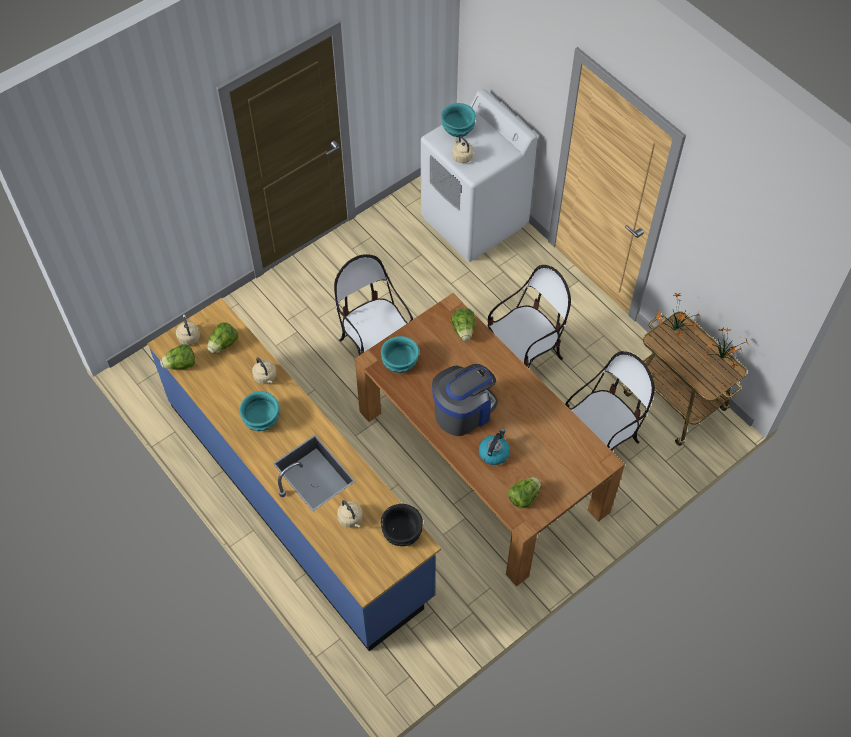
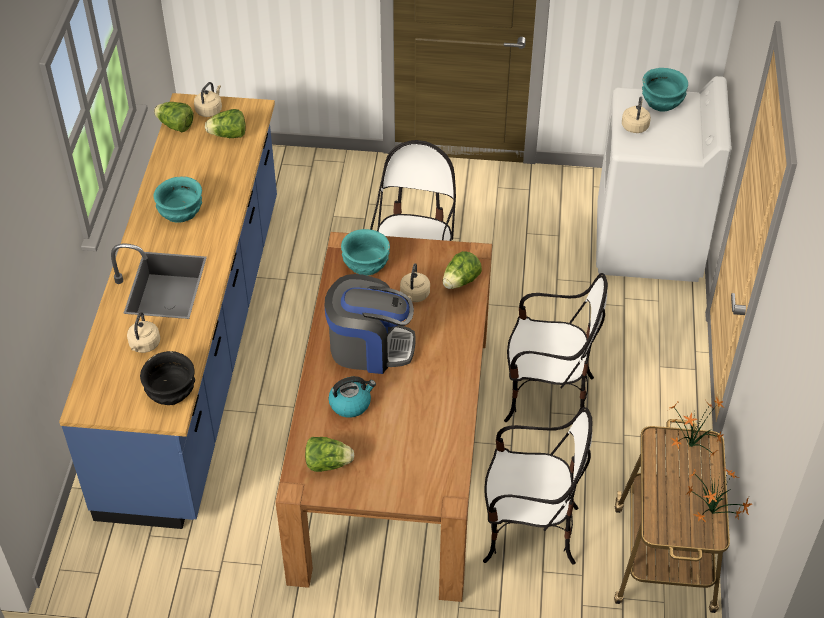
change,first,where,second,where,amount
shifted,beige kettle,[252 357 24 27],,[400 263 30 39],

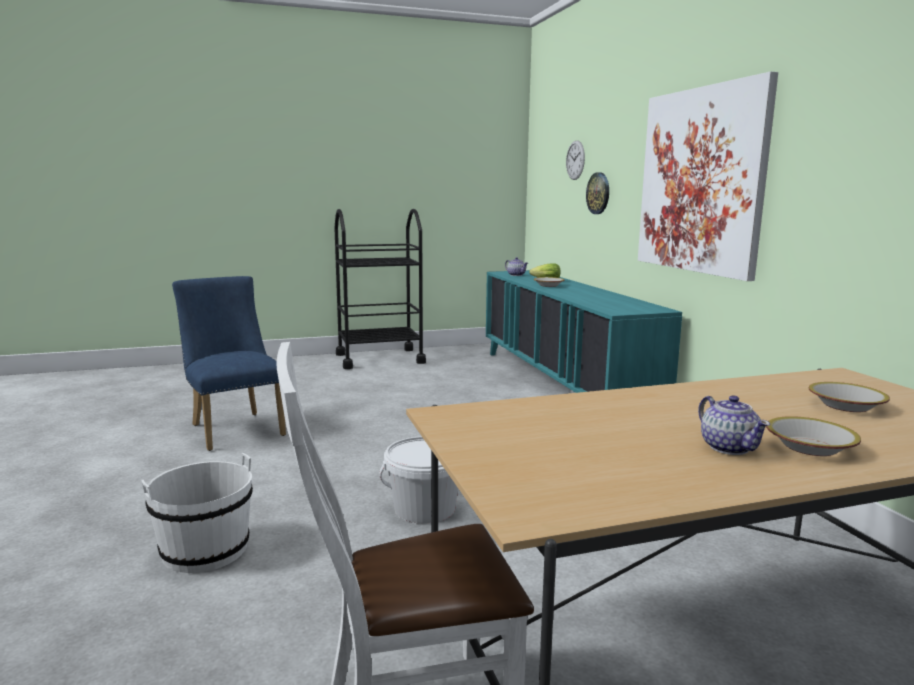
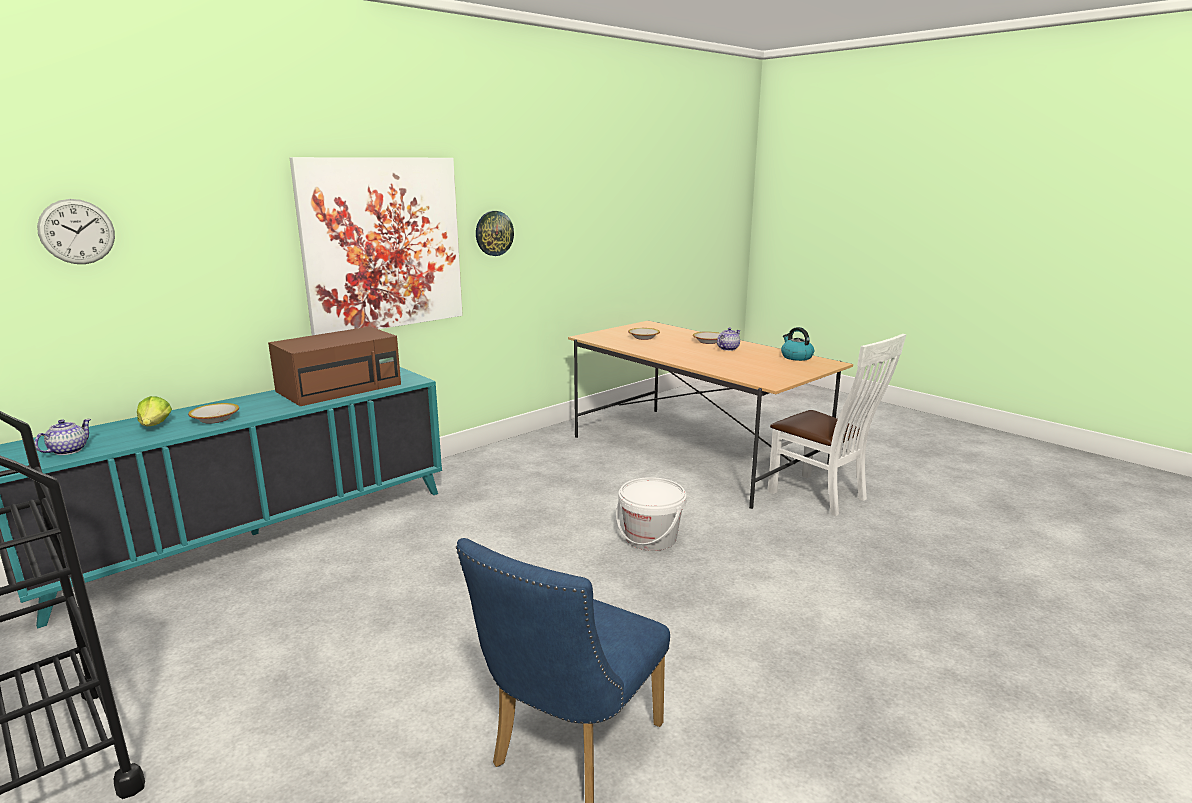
change,first,where,second,where,amount
gone,white bucket,[141 453 112 120],,,
new,,,brown microwave,[268 327 133 79],
new,,,kettle,[781 327 33 34],
shifted,wall clock,[586 172 23 42],,[476 211 38 45],

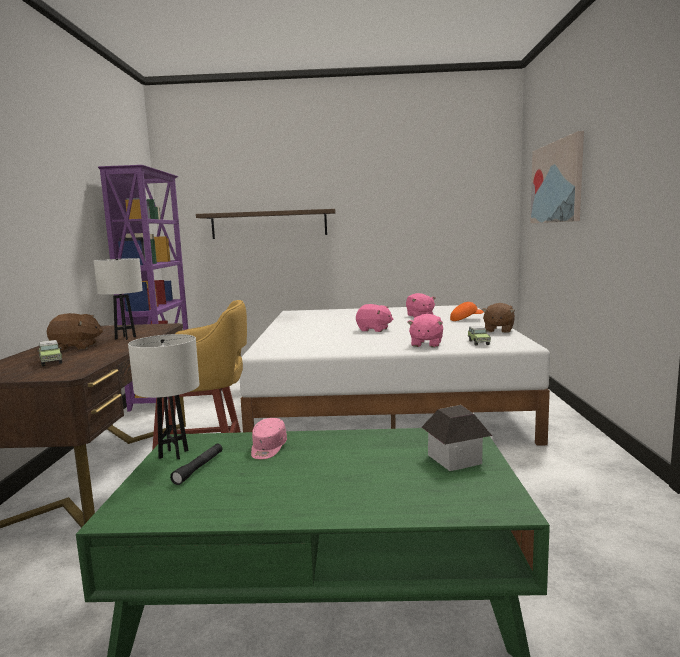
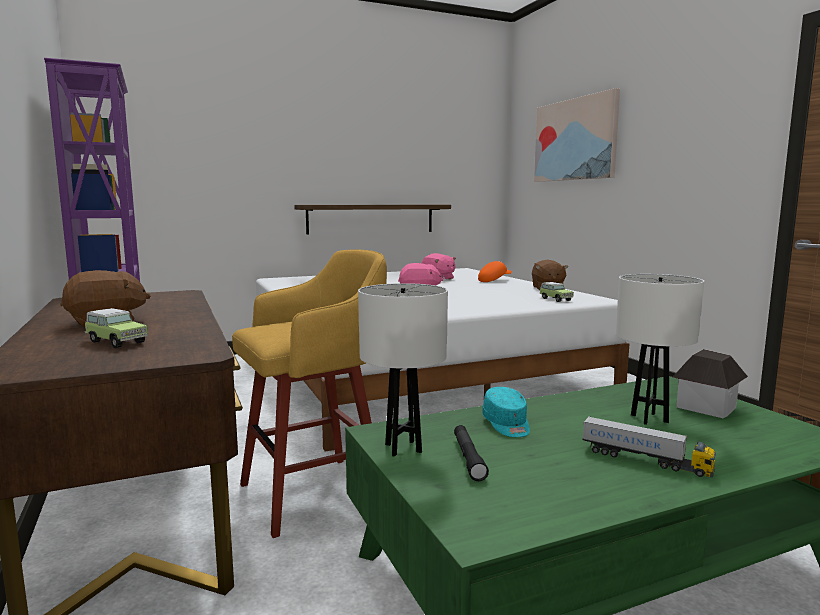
change,first,where,second,where,amount
gone,pink plush toy,[407 314 36 33],,,
new,,,toy truck,[582 416 134 61],
shifted,white table lamp,[94 258 49 82],,[616 274 88 151],
shifted,shelf,[196 209 140 30],,[295 205 156 30],
repainted,pink cap,[251 418 36 41],turquoise cap,[482 387 48 50],

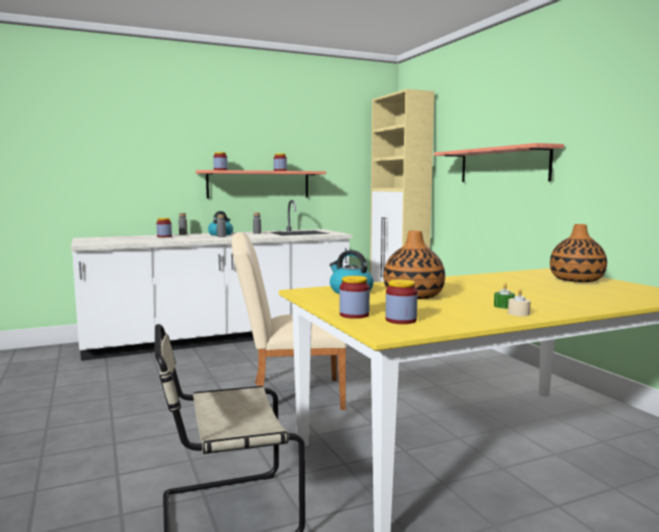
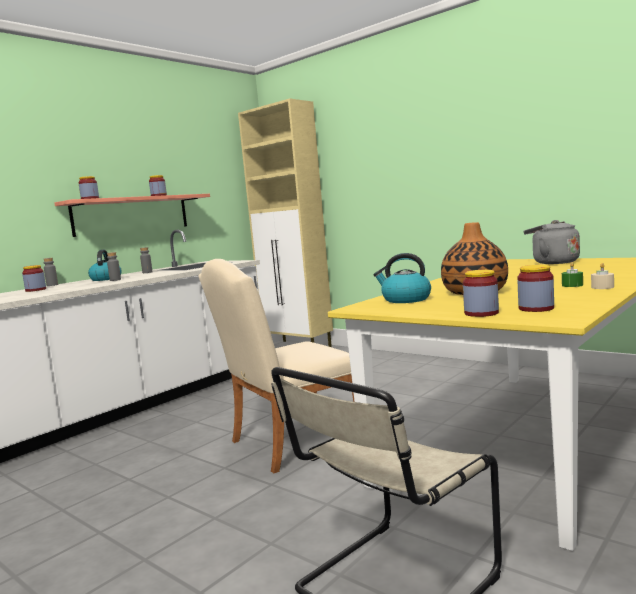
change,first,where,second,where,amount
gone,shelf,[434 143 130 39],,,
swapped,vase,[550 224 57 58],grey kettle,[524 220 56 44],

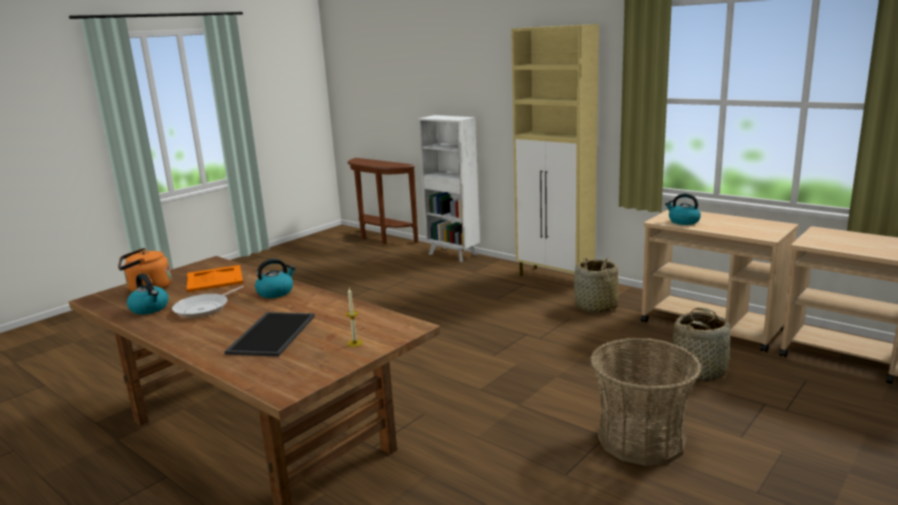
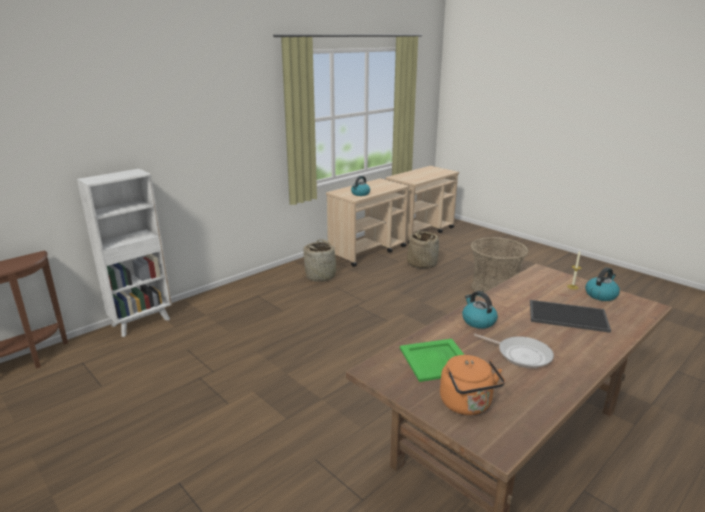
change,first,where,second,where,amount
gone,beige cabinet,[511 24 88 252],,,
shifted,kettle,[127 273 41 41],,[585 268 35 33],
repainted,orange tray,[187 265 56 27],green tray,[400 339 64 43],

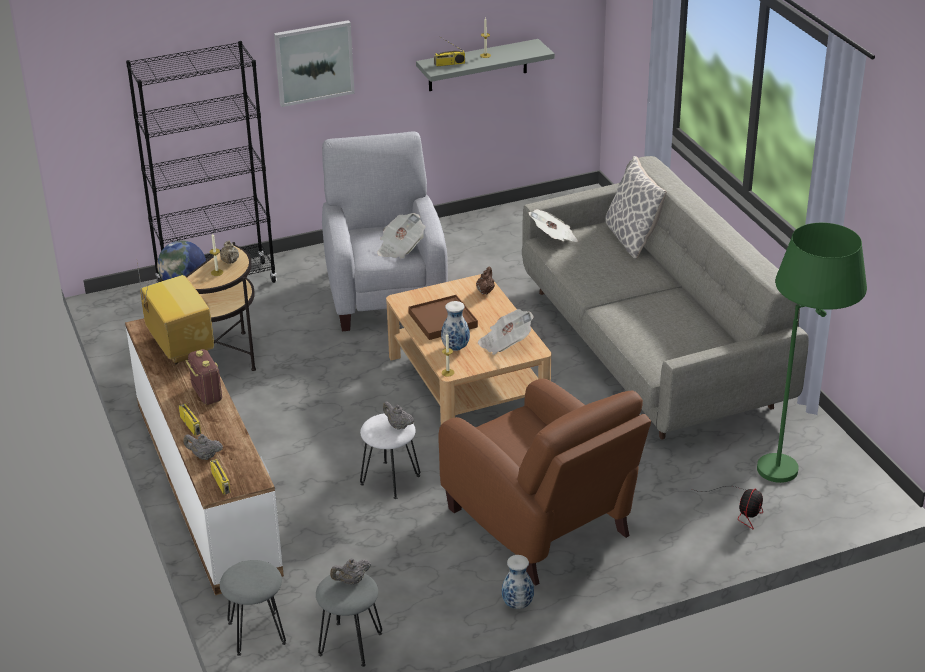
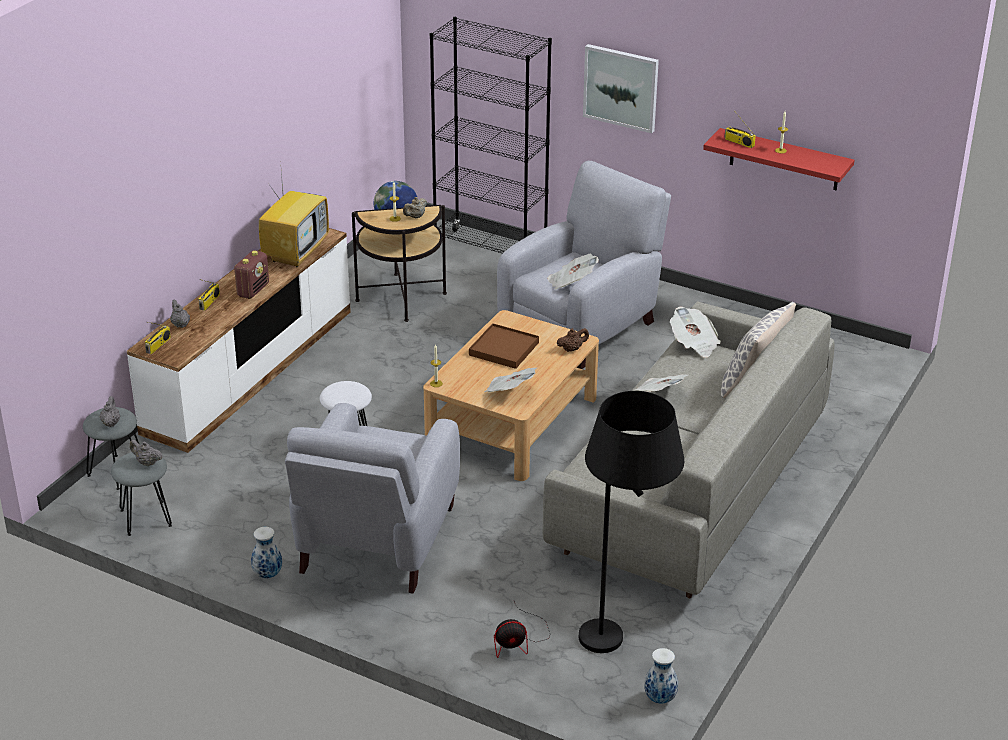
change,first,where,second,where,amount
new,,,newspaper,[633 374 55 17],
shifted,grey teapot,[383 402 31 28],,[100 396 20 31],
shifted,vase,[441 301 29 50],,[644 648 34 55],
repainted,grey shelf,[416 39 139 52],red shelf,[703 128 151 62],
repainted,brown armchair,[438 379 213 207],grey armchair,[285 403 175 191],
repainted,green floor lamp,[757 223 110 260],black floor lamp,[579 391 105 262],

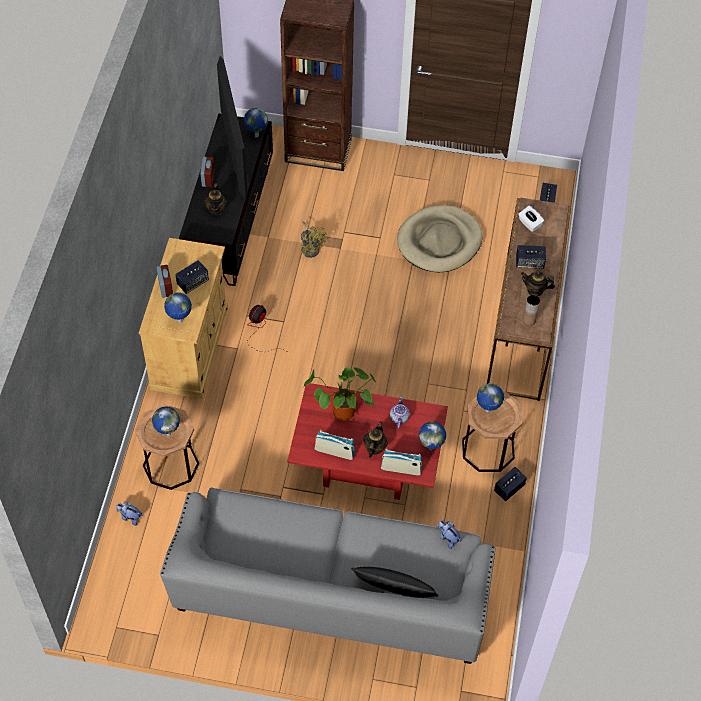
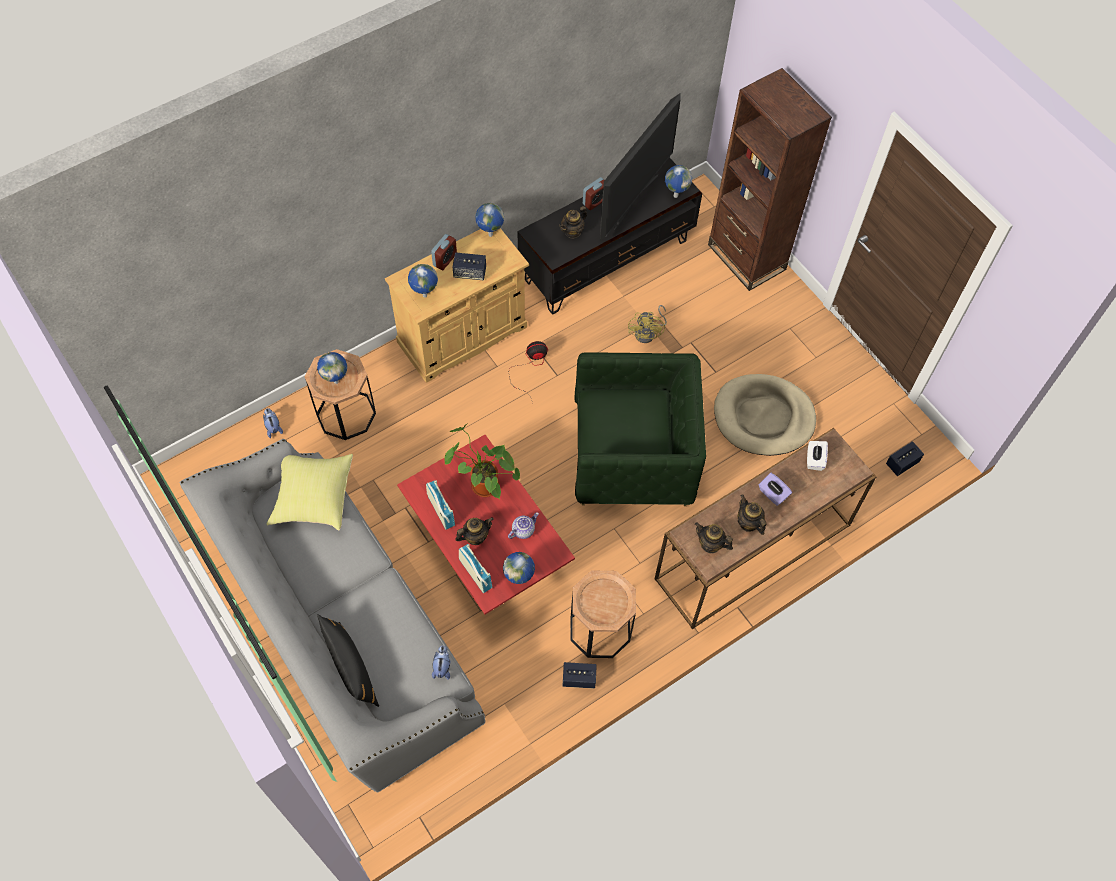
change,first,where,second,where,amount
new,,,yellow pillow,[267 454 86 76],
new,,,green armchair,[575 352 131 154],
shifted,globe,[477 383 27 29],,[475 203 29 34],
swapped,speaker,[516 245 30 24],purple tissue box,[759 473 33 33],
swapped,brown vase,[523 295 17 31],teapot,[695 522 38 32],

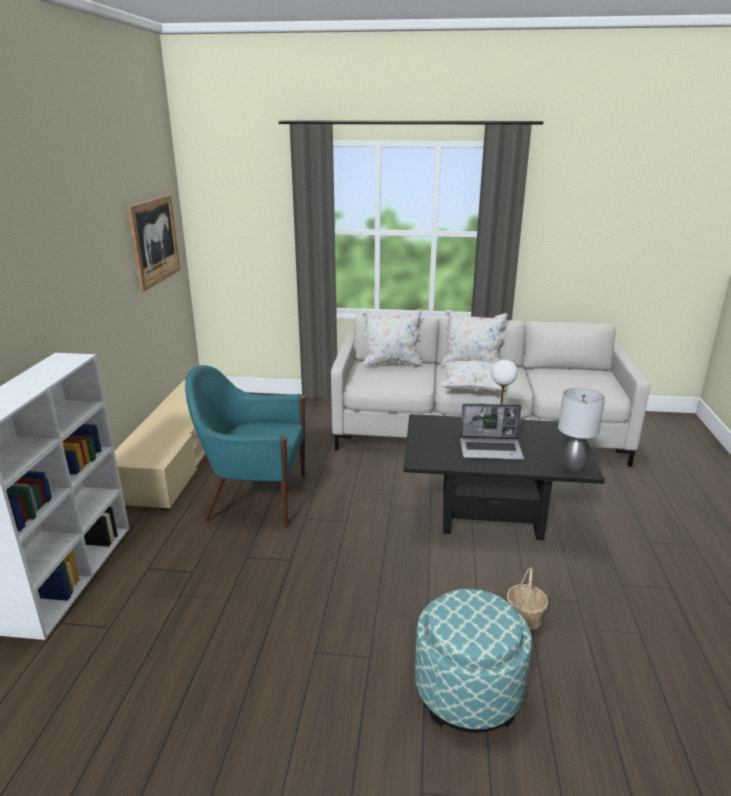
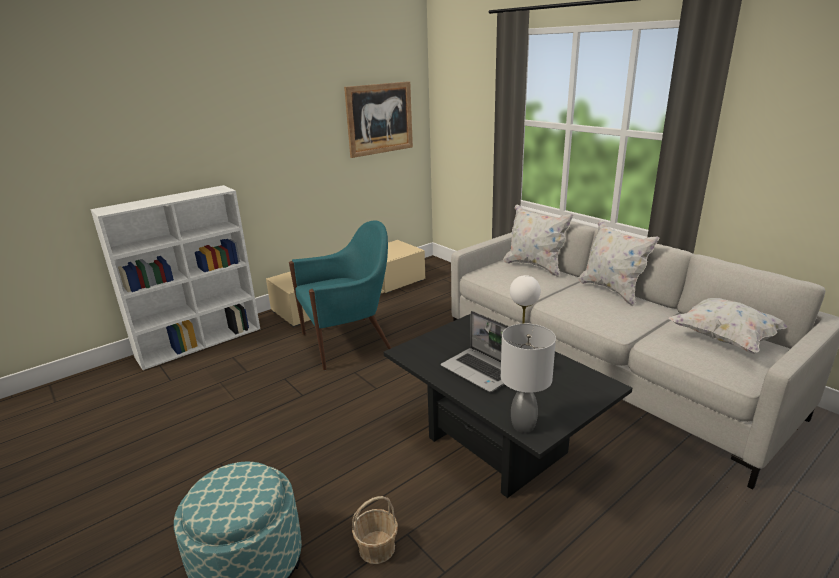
change,first,where,second,where,amount
shifted,white pillow,[440 360 69 32],,[668 298 119 56],
rotated,turquoise armchair,[185 365 120 162],,[289 220 102 150],105 degrees clockwise

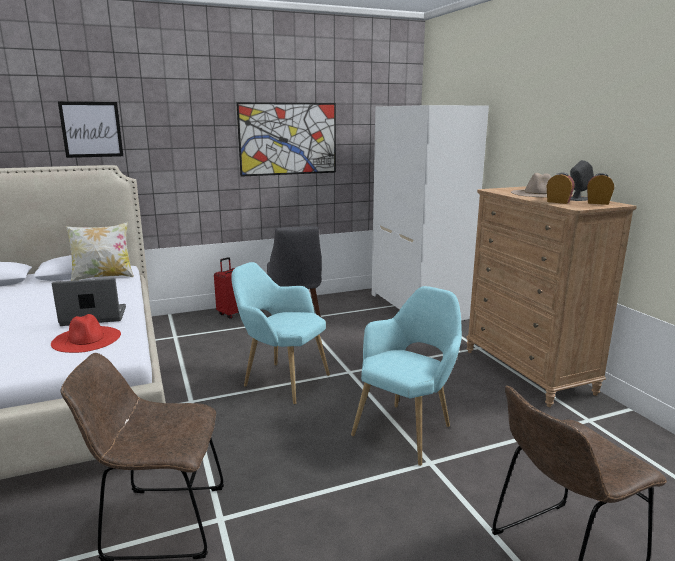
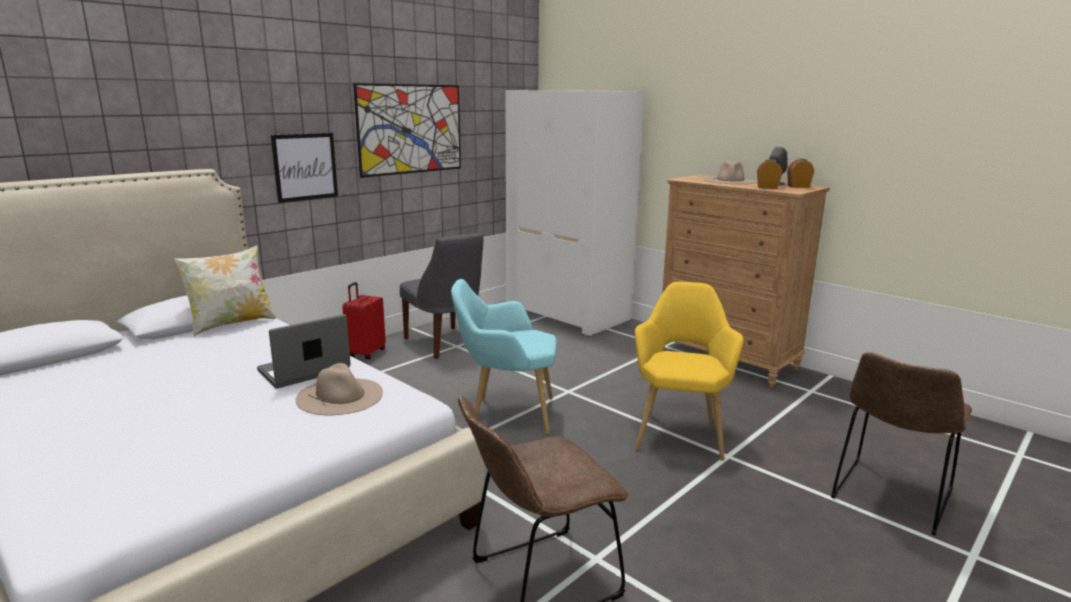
change,first,where,second,where,amount
shifted,picture,[58 102 65 56],,[271 133 67 70],
repainted,red hat,[51 314 70 39],beige hat,[296 363 87 52],
repainted,turquoise armchair,[351 286 111 180],yellow armchair,[635 282 109 179],

